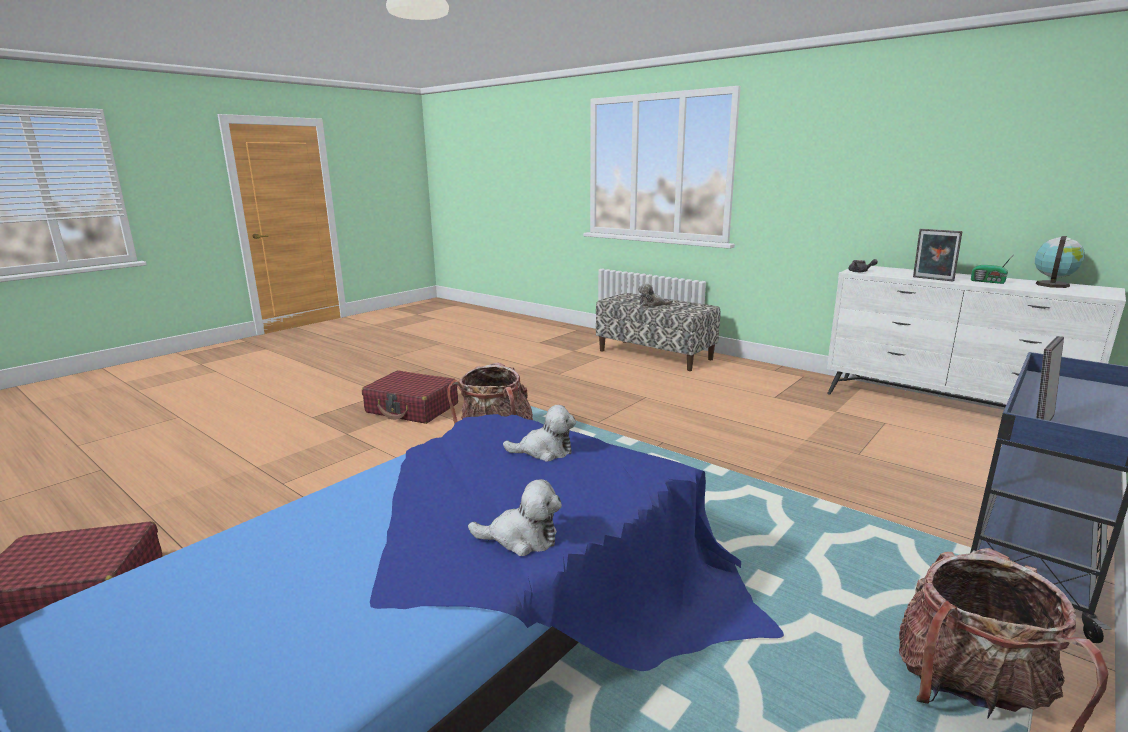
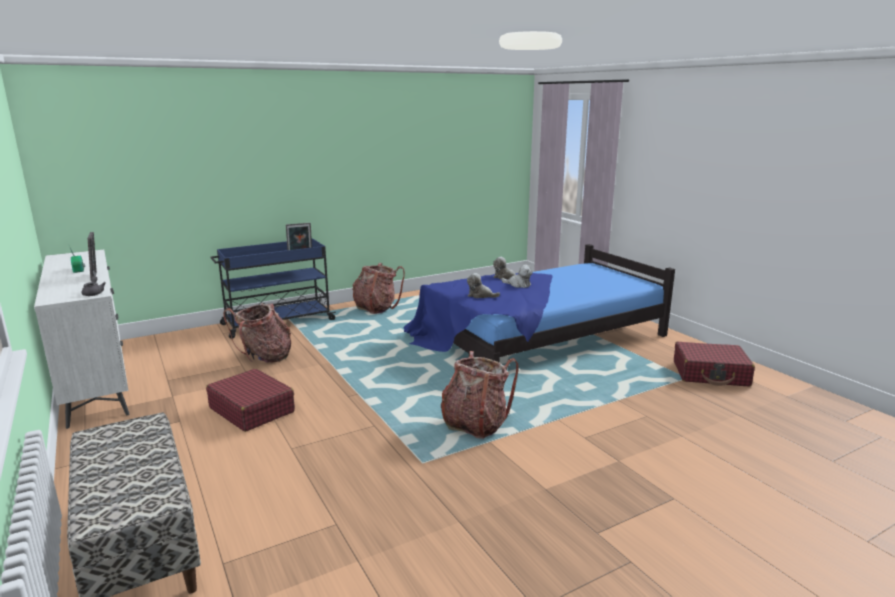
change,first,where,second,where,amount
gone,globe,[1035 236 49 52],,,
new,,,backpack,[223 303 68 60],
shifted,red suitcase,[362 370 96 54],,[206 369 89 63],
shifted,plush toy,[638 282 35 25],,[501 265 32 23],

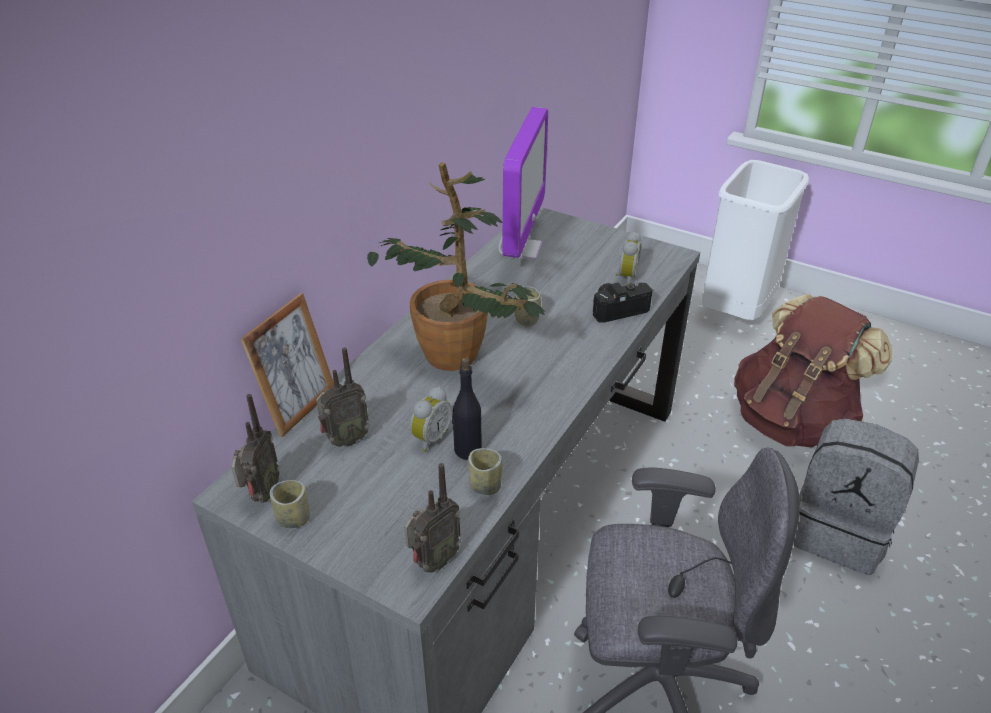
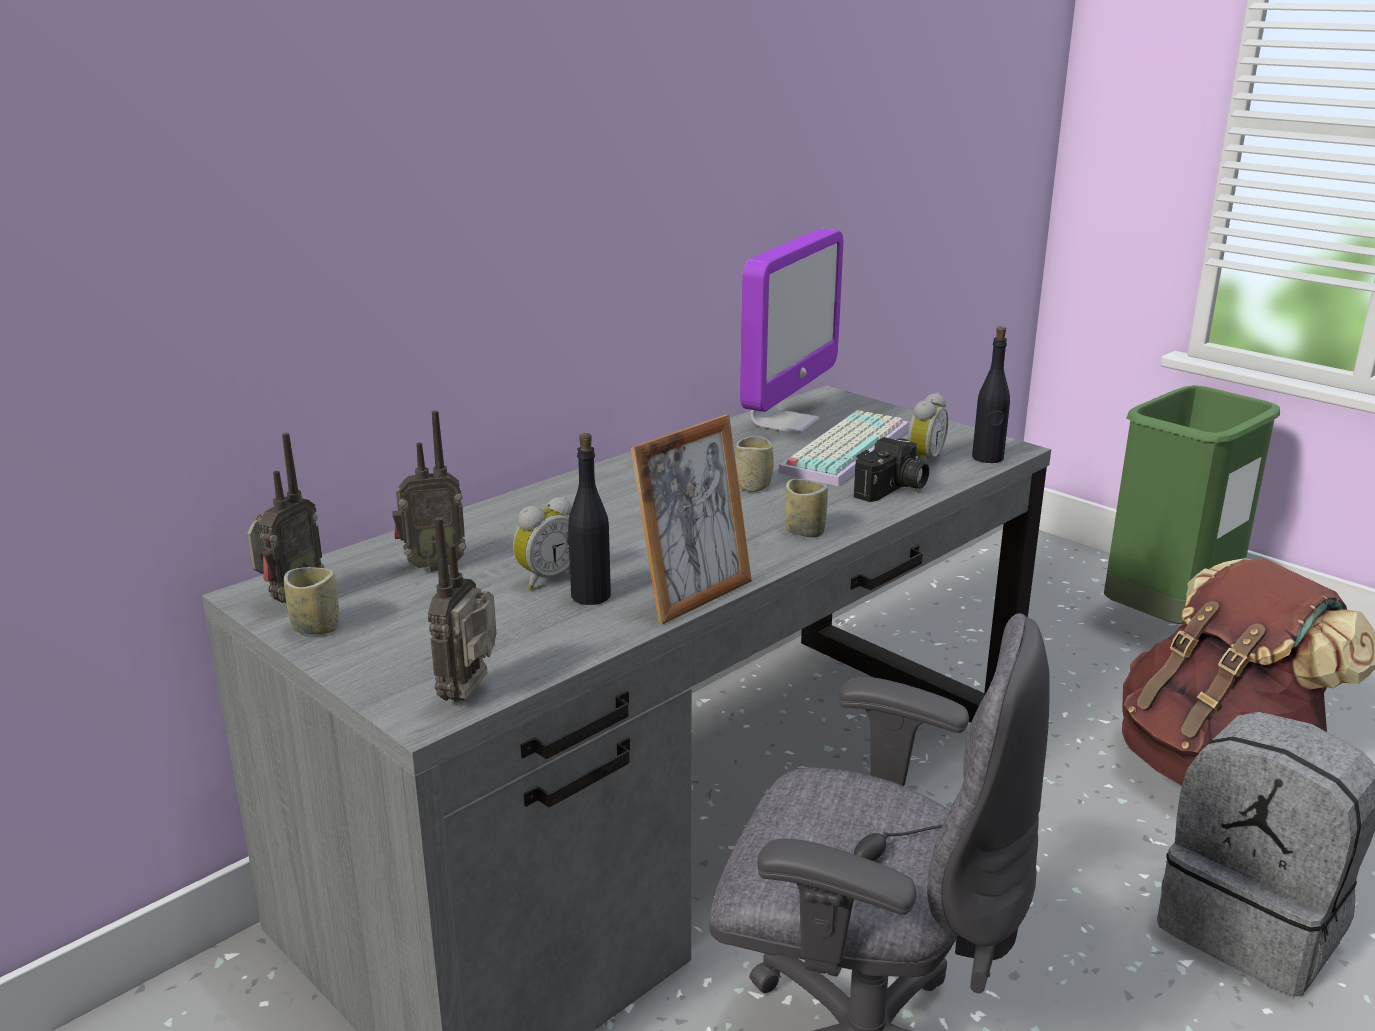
change,first,where,second,where,amount
gone,potted plant,[367 162 178 209],,,
new,,,keyboard,[778 410 131 76],
new,,,black bottle,[972 326 38 137],
shifted,picture frame,[241 293 93 144],,[631 415 121 210],
shifted,cup,[468 448 34 47],,[785 479 43 58],
repainted,white trash can,[702 160 107 160],green trash can,[1104 385 176 239],
rotated,radio,[405 463 56 110],,[428 517 69 185],135 degrees clockwise
rotated,photo camera,[593 282 59 41],,[854 437 75 65],135 degrees clockwise

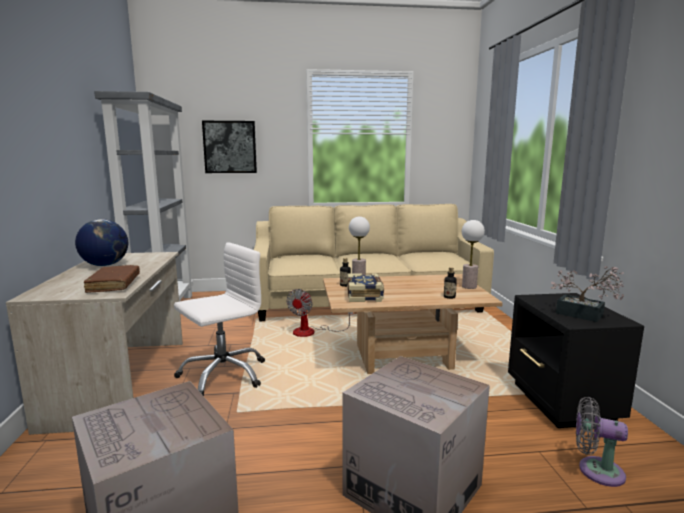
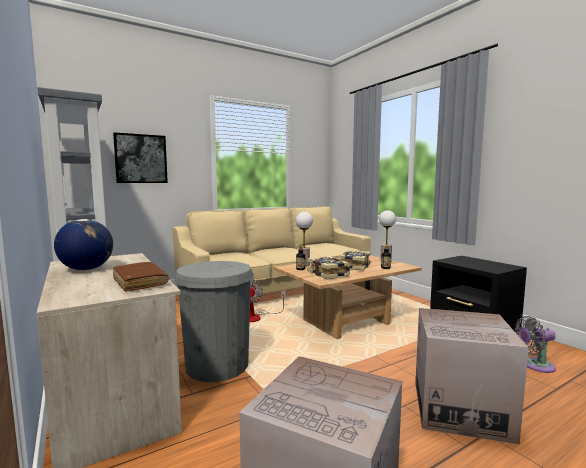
change,first,where,second,where,amount
gone,potted plant,[550 266 74 56],,,
new,,,book,[339 250 32 21],
swapped,white office chair,[174 242 91 154],grey trash can,[174 261 80 121],

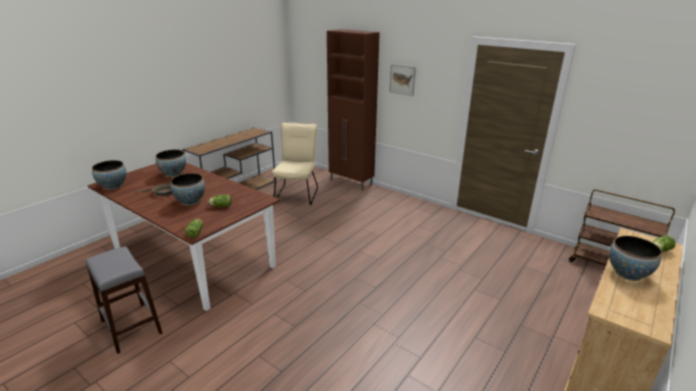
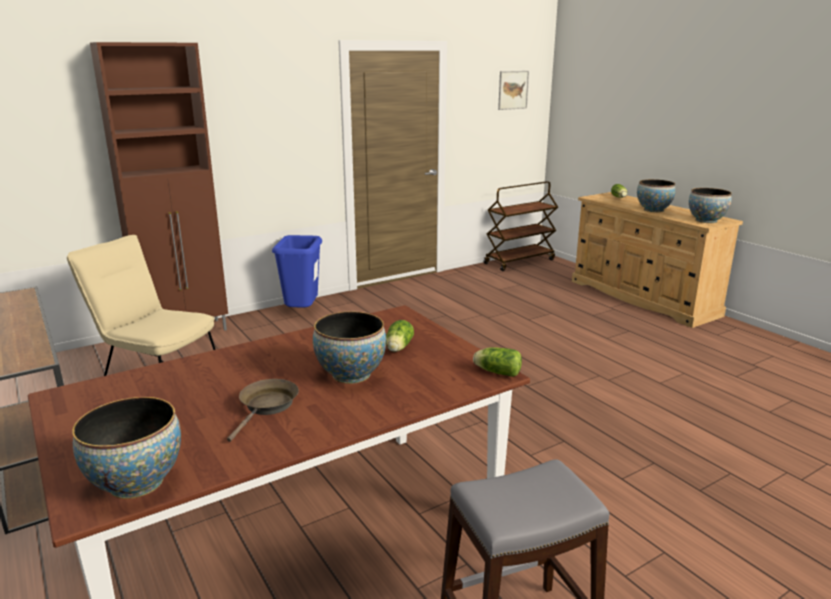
change,first,where,second,where,amount
new,,,blue trash can,[272 235 50 73],
shifted,bowl,[156 150 30 27],,[689 188 43 35],
shifted,picture,[389 64 27 32],,[498 71 31 39],

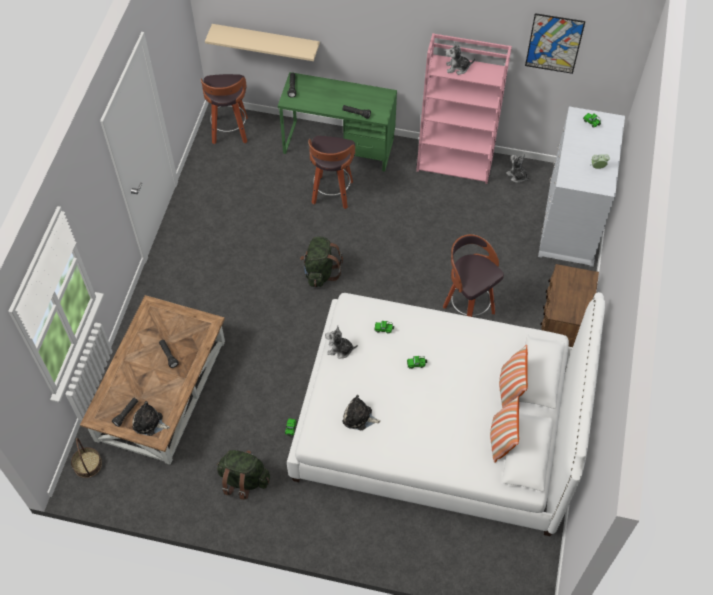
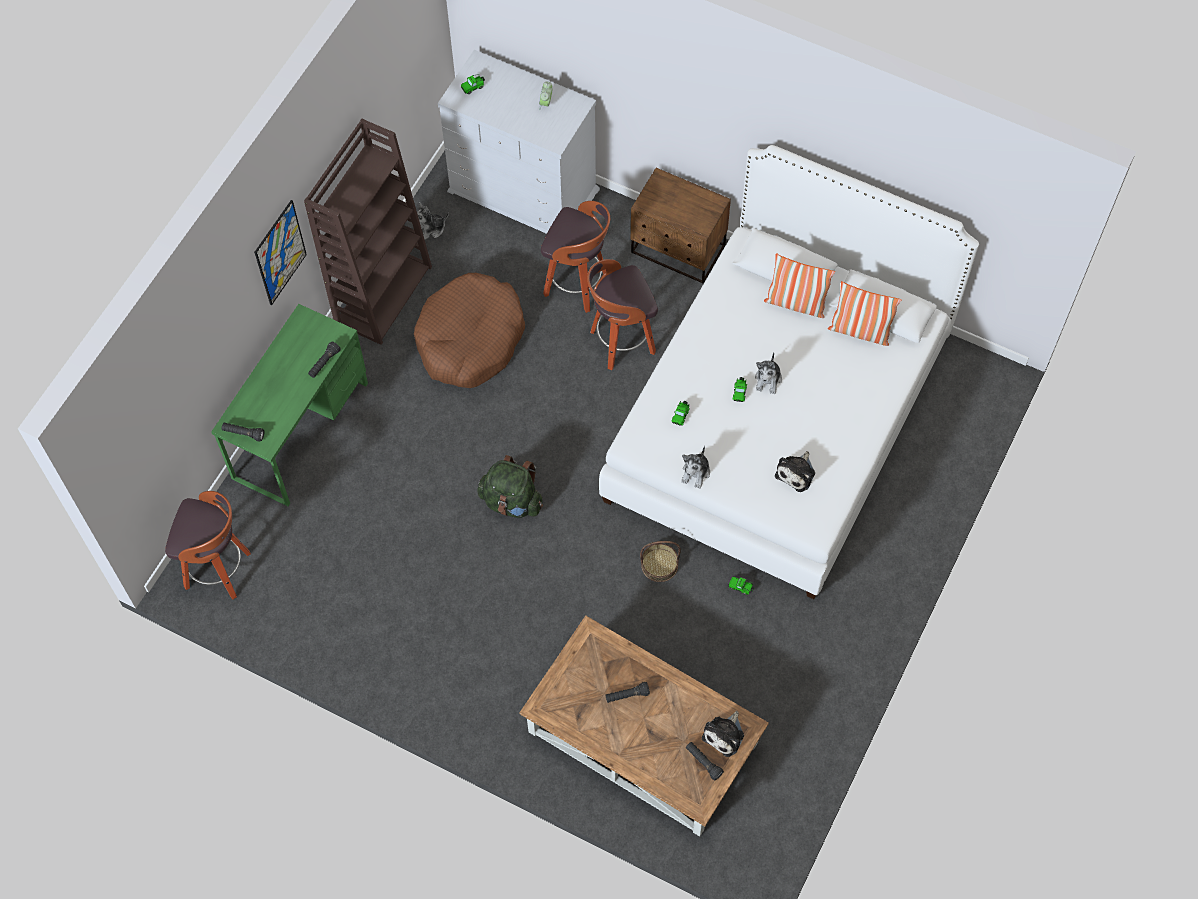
change,first,where,second,where,amount
gone,beige shelf,[205 24 115 37],,,
gone,green backpack,[217 450 53 50],,,
new,,,brown dog bed,[414 273 111 115],
shifted,basket,[71 438 31 40],,[640 541 41 41],
shifted,stool,[308 136 47 73],,[541 201 69 112],
shifted,plush toy,[446 42 29 33],,[755 353 27 41],
shifted,picture,[525 13 60 61],,[254 200 53 105],
repainted,pink bookcase,[416 33 96 151],brown bookcase,[304 119 128 226],

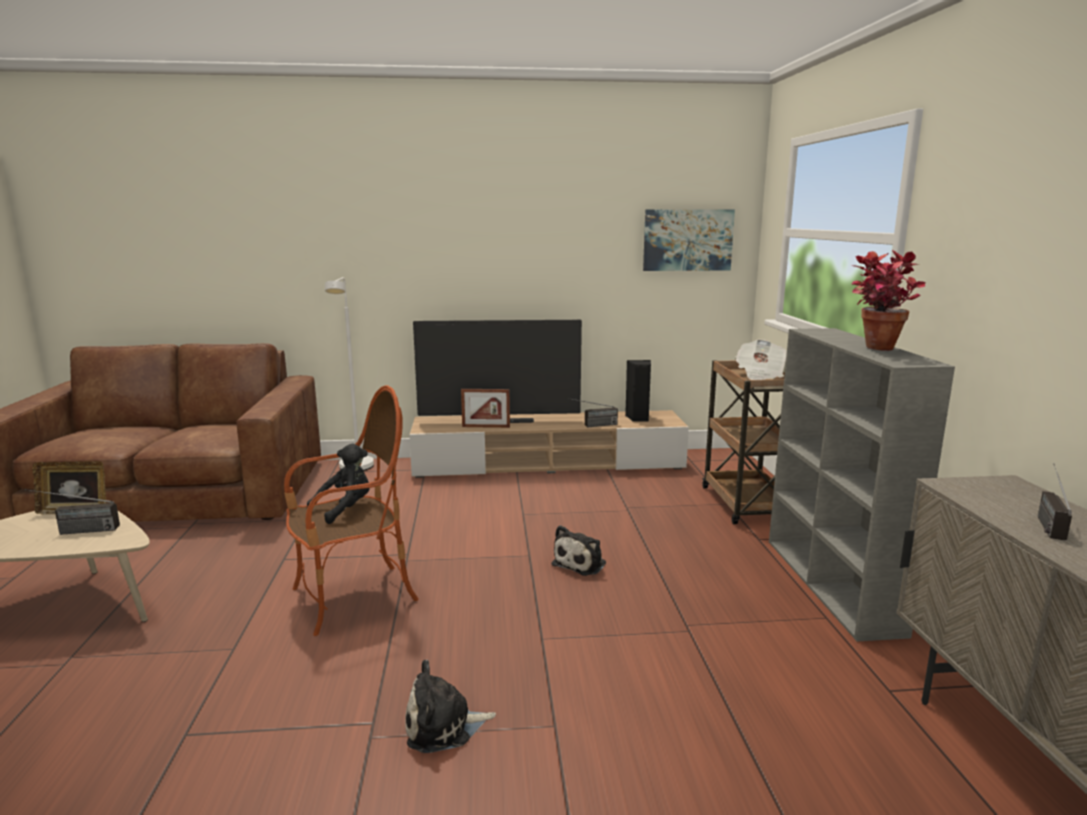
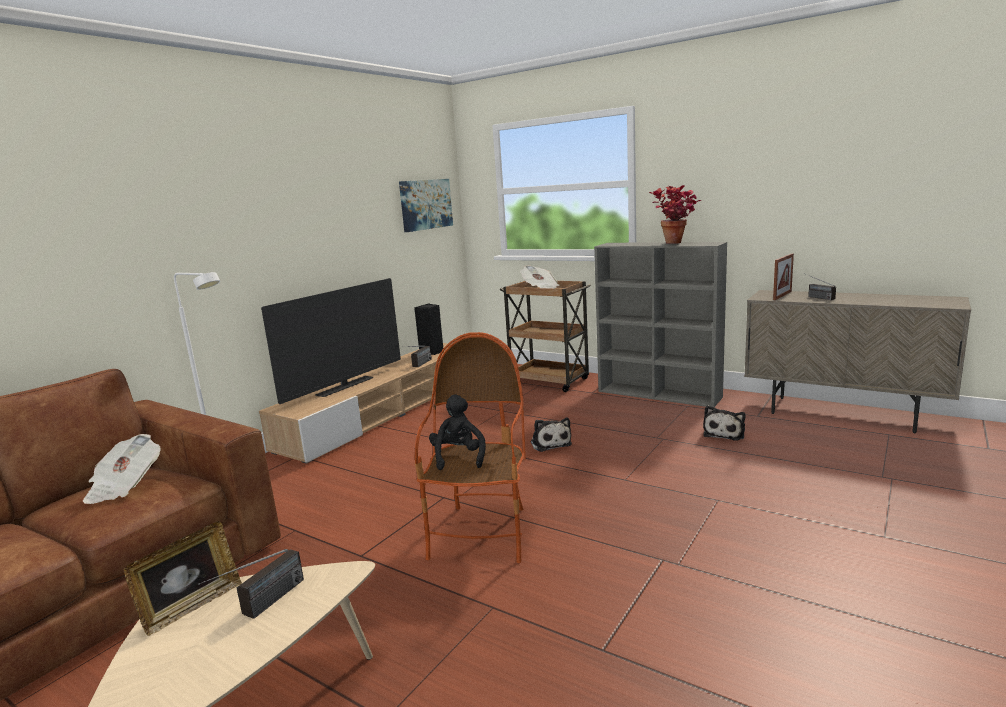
change,first,where,second,where,amount
new,,,newspaper,[83 434 77 70],
shifted,plush toy,[405 660 91 93],,[703 405 42 36],
shifted,picture frame,[461 389 49 39],,[773 254 21 46],

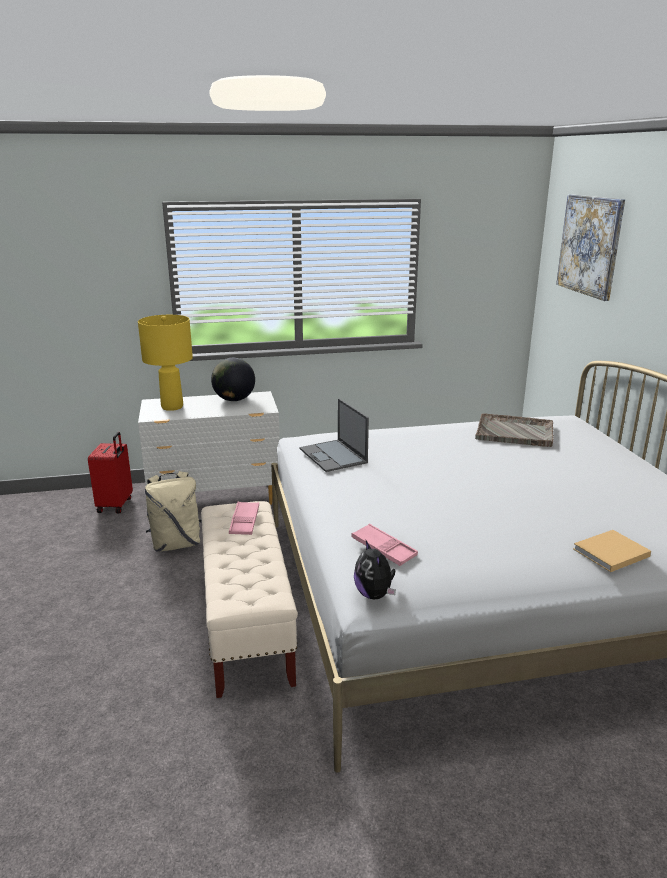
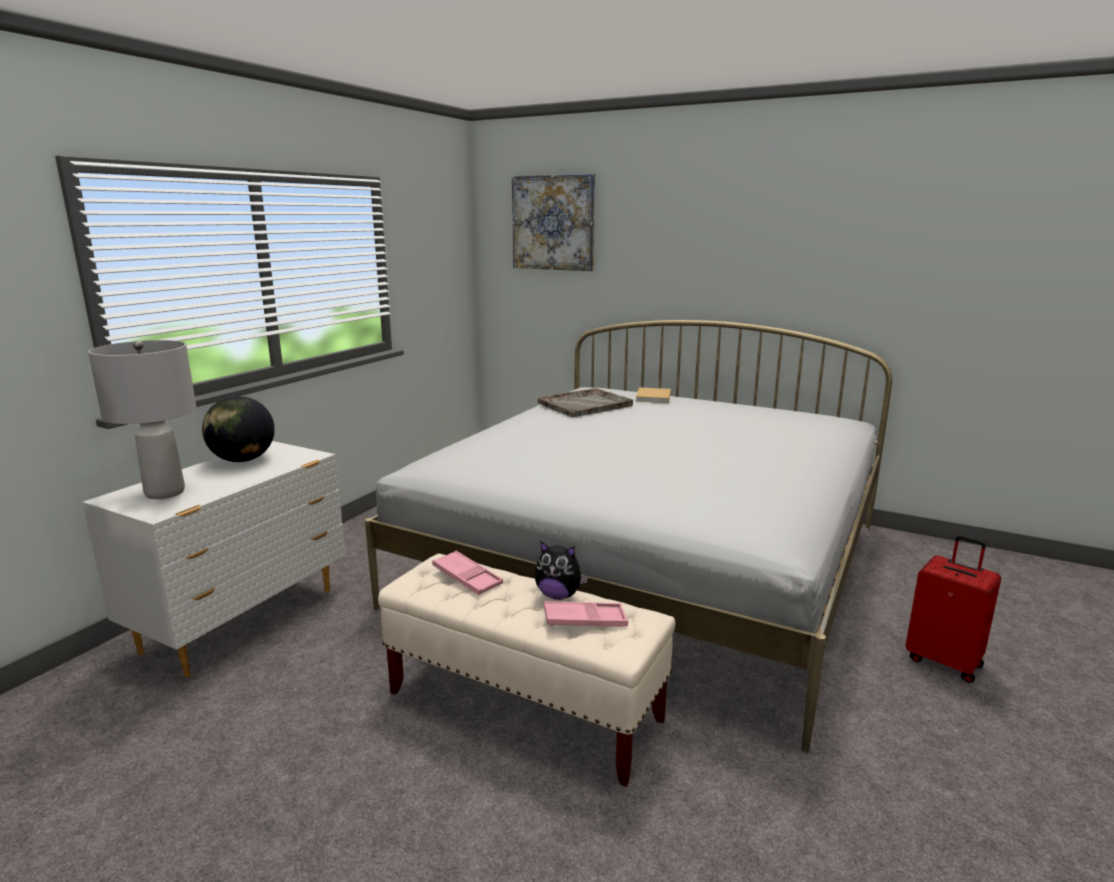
change,first,where,second,where,amount
gone,beige backpack,[145 471 57 81],,,
gone,laptop,[299 398 70 74],,,
shifted,red suitcase,[88 432 45 81],,[905 535 96 148],
shifted,pink tray,[351 524 67 42],,[544 601 84 25],
shifted,plush toy,[354 541 42 58],,[535 541 53 59],
shifted,beige book,[573 530 78 42],,[636 387 35 16],
repainted,yellow table lamp,[138 315 55 96],grey table lamp,[88 340 108 159],

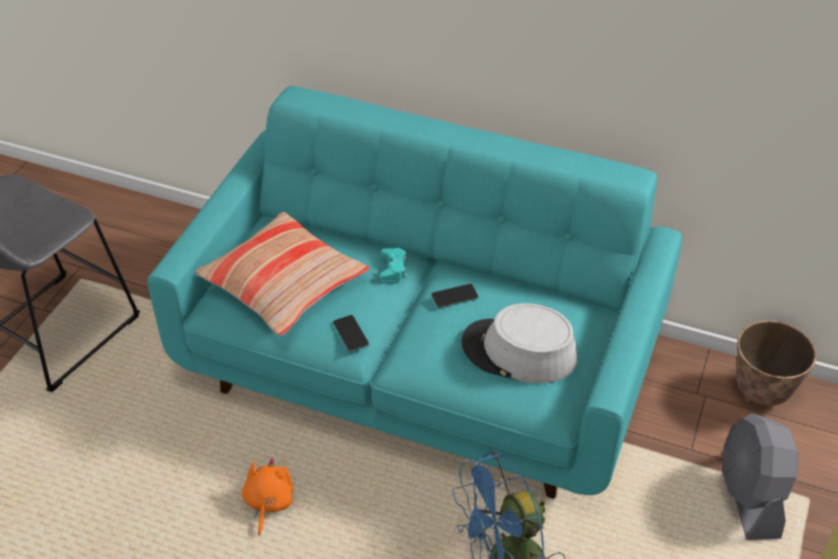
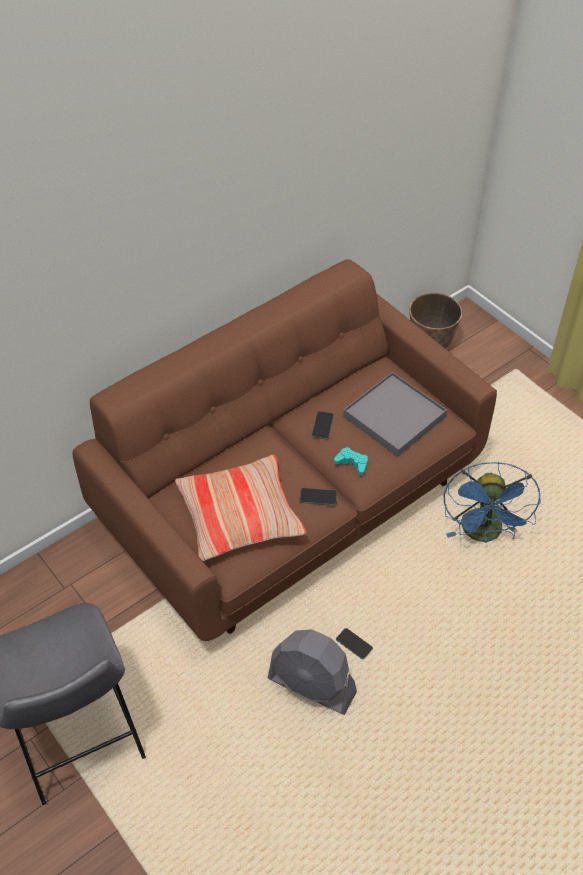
change,first,where,second,where,amount
shifted,turquoise game controller,[380 248 27 33],,[334 447 34 28],
shifted,grey fan,[722 413 76 127],,[268 629 89 86],
swapped,orange plush toy,[242 457 51 78],phone,[336 628 37 31],
swapped,grey hat,[461 303 116 80],grey tray,[343 372 104 85],
repainted,turquoise sofa,[148 86 534 413],brown sofa,[73 259 424 382],

